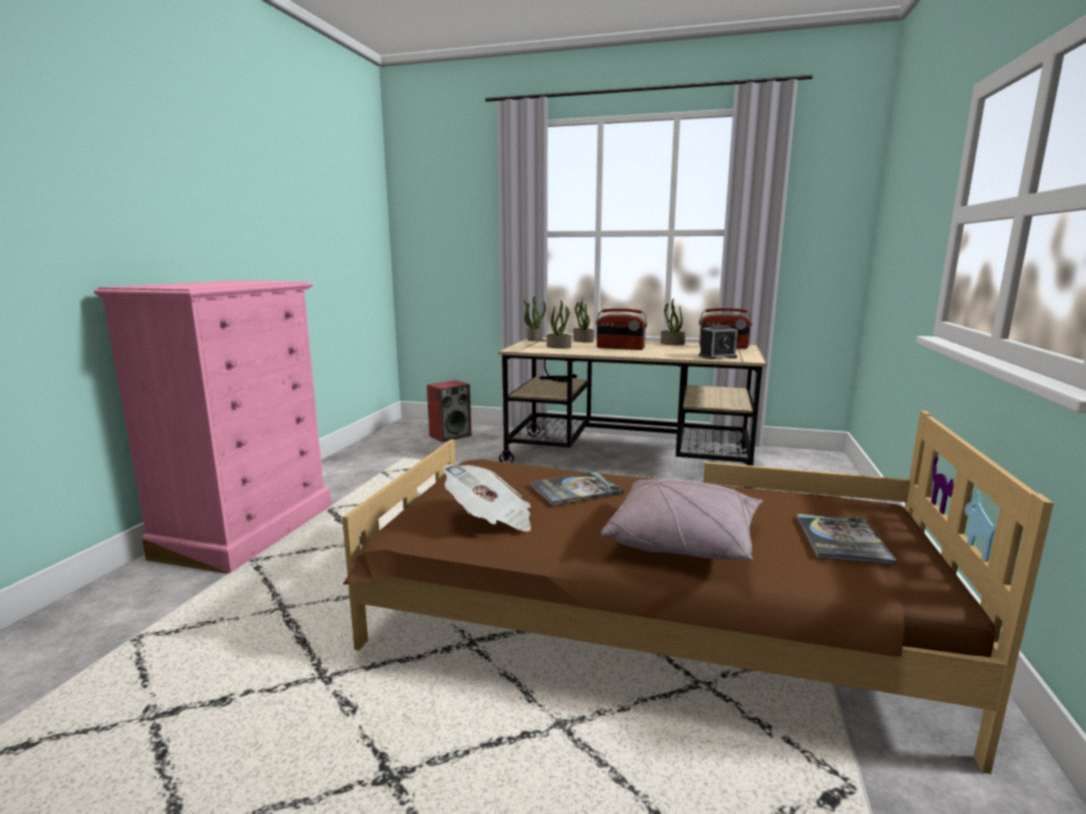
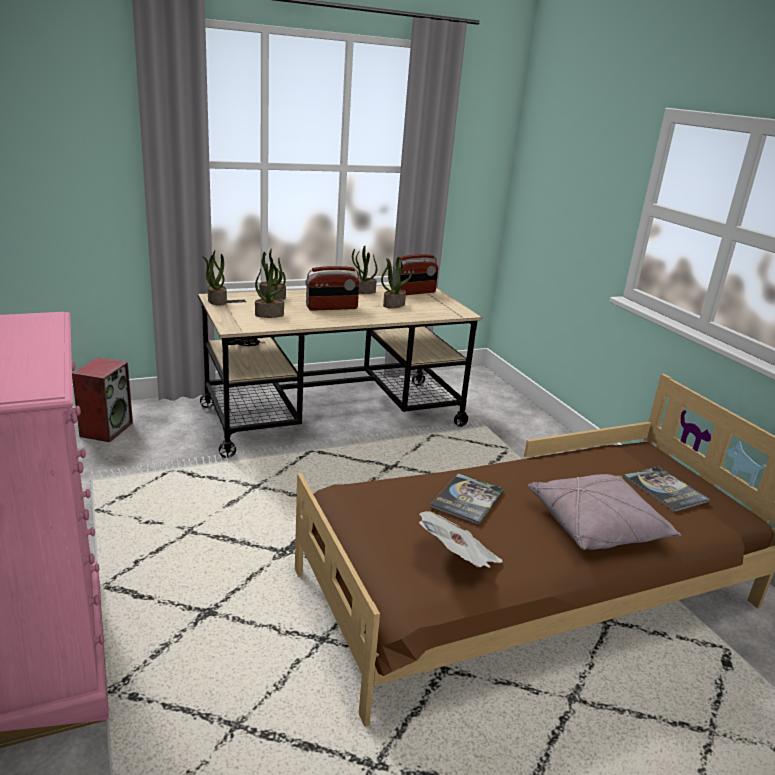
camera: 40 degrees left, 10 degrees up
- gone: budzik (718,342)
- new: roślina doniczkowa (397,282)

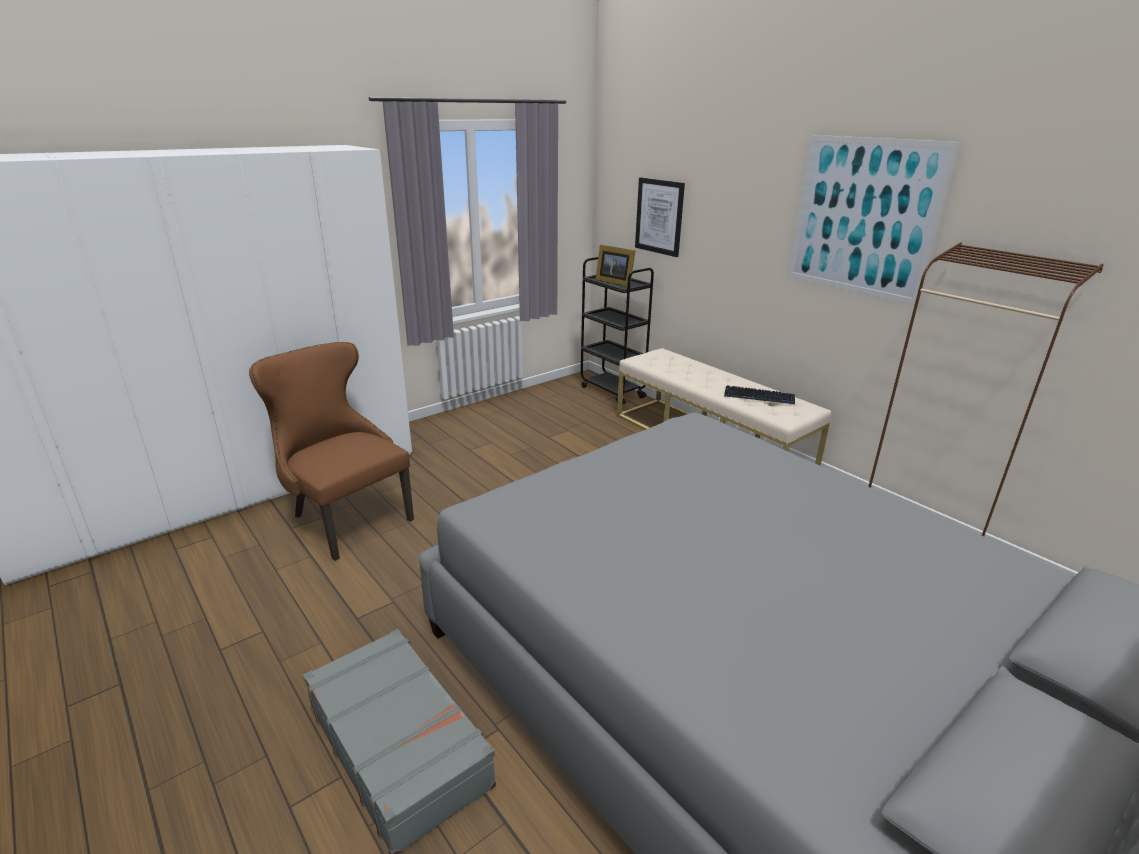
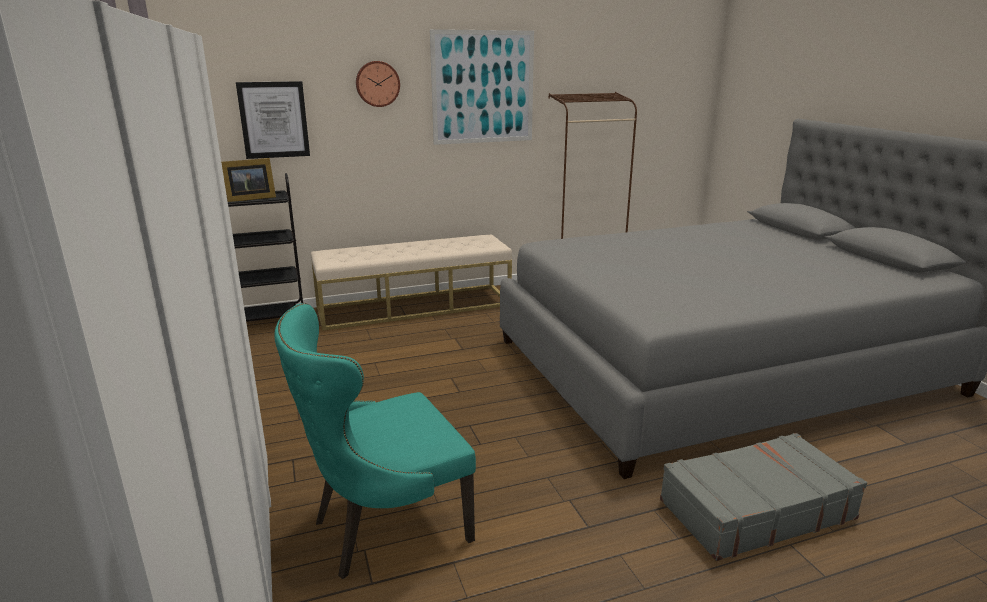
camera: 70 degrees left, 5 degrees down
- repainted: krzesło/brązowy (331,451) to krzesło/turkusowy (375,441)
- gone: klawiatura (759,394)
- new: zegar ścienny (378,84)

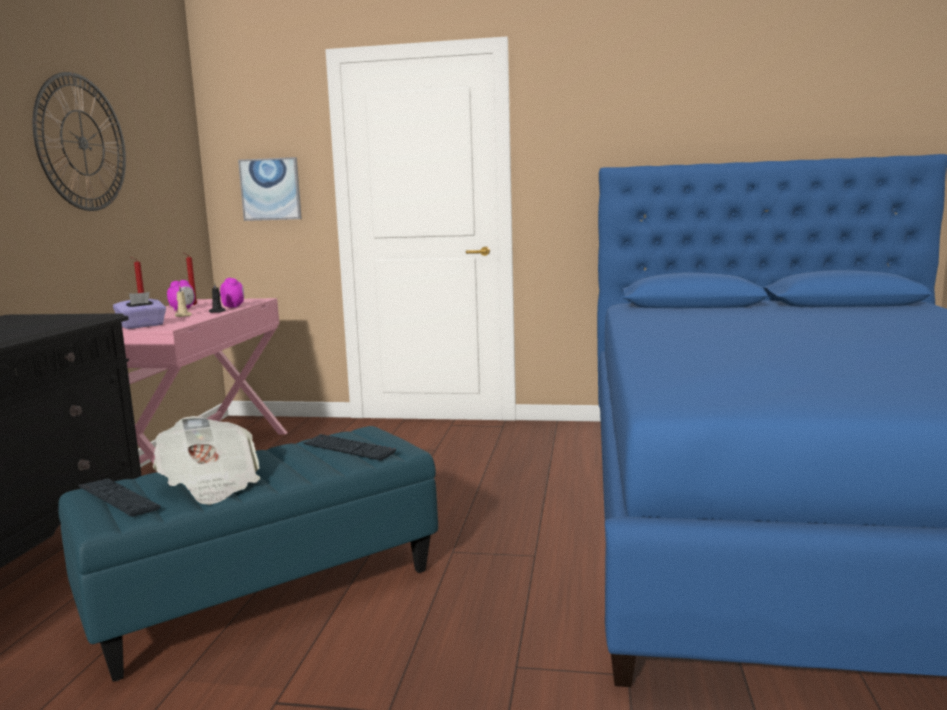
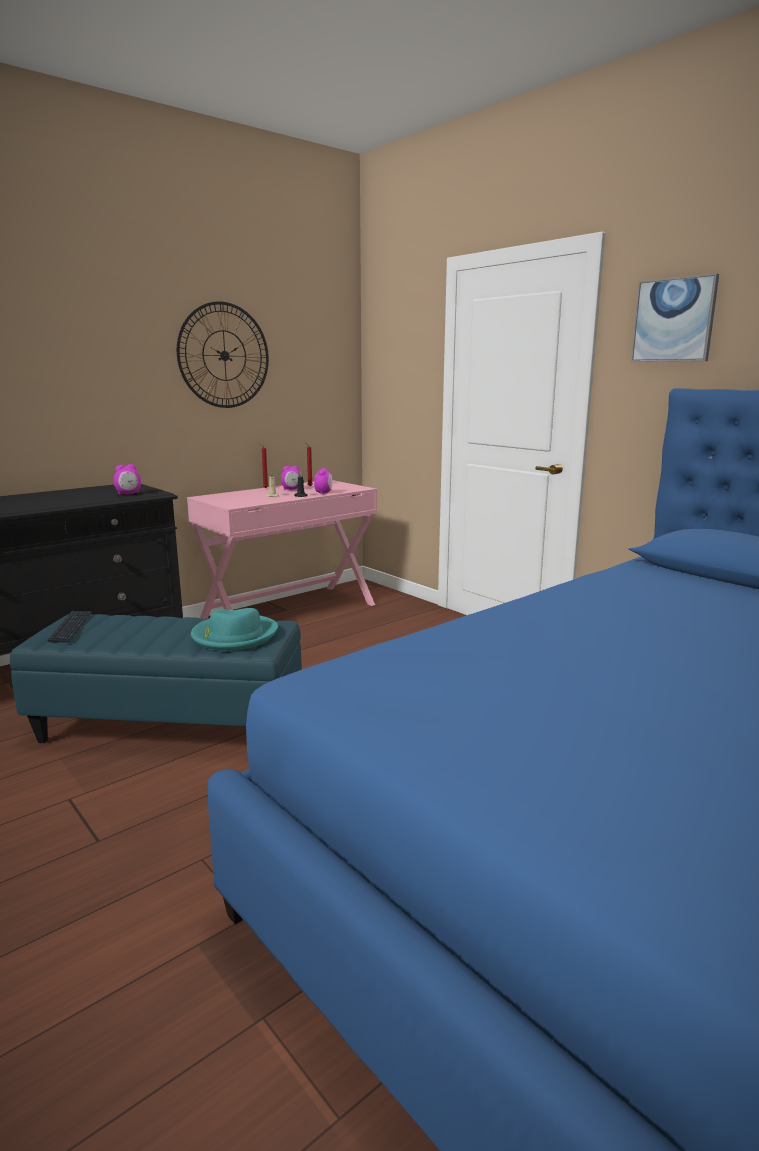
camera: 40 degrees right, 5 degrees up
- shifted: obraz (270,189) to (675,317)
- gone: pudełko chusteczek/fioletowy (139,310)
- gone: gazeta (206,460)
- swapped: klawiatura (349,447) to kapelusz/turkusowy (234,629)
- new: budzik (127,479)

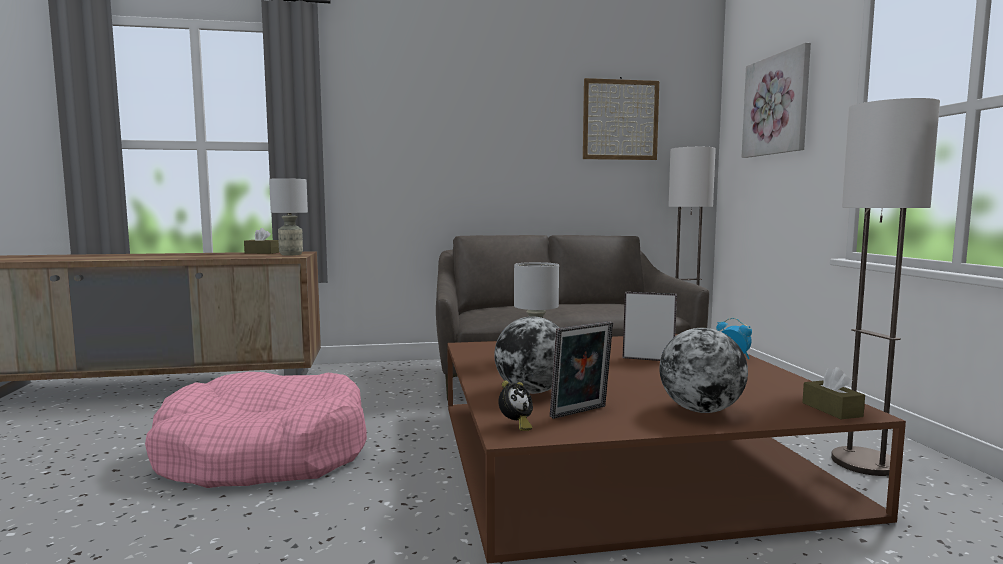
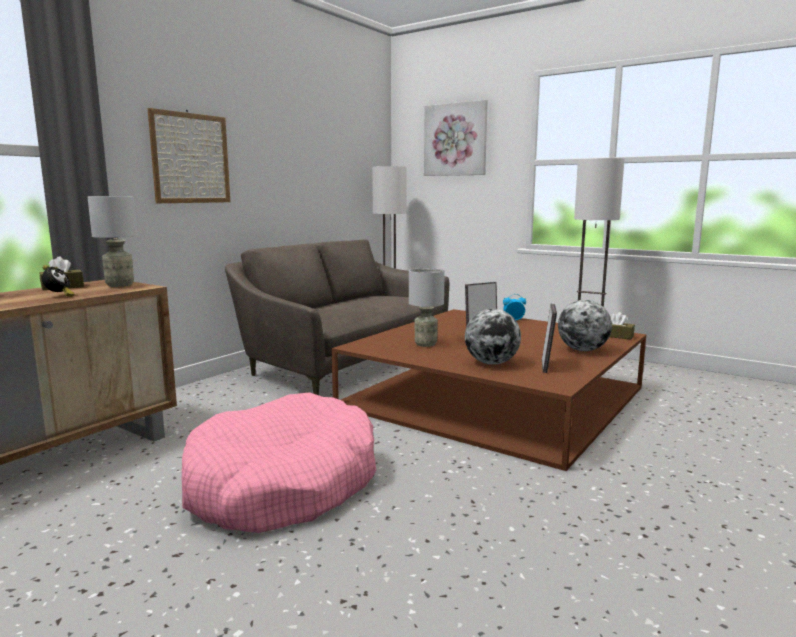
camera: 45 degrees left, 5 degrees up
- shifted: obraz (621,118) to (188,155)
- shifted: budzik (515,405) to (58,281)

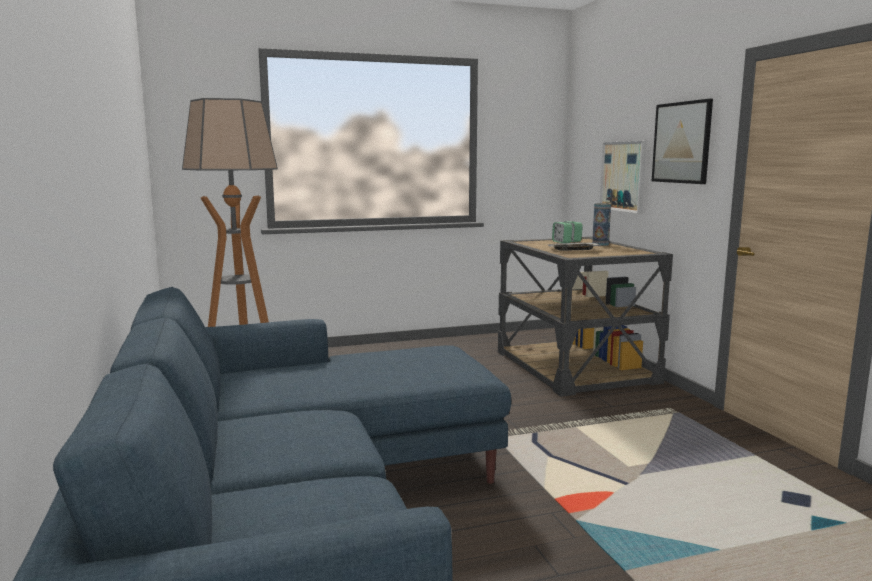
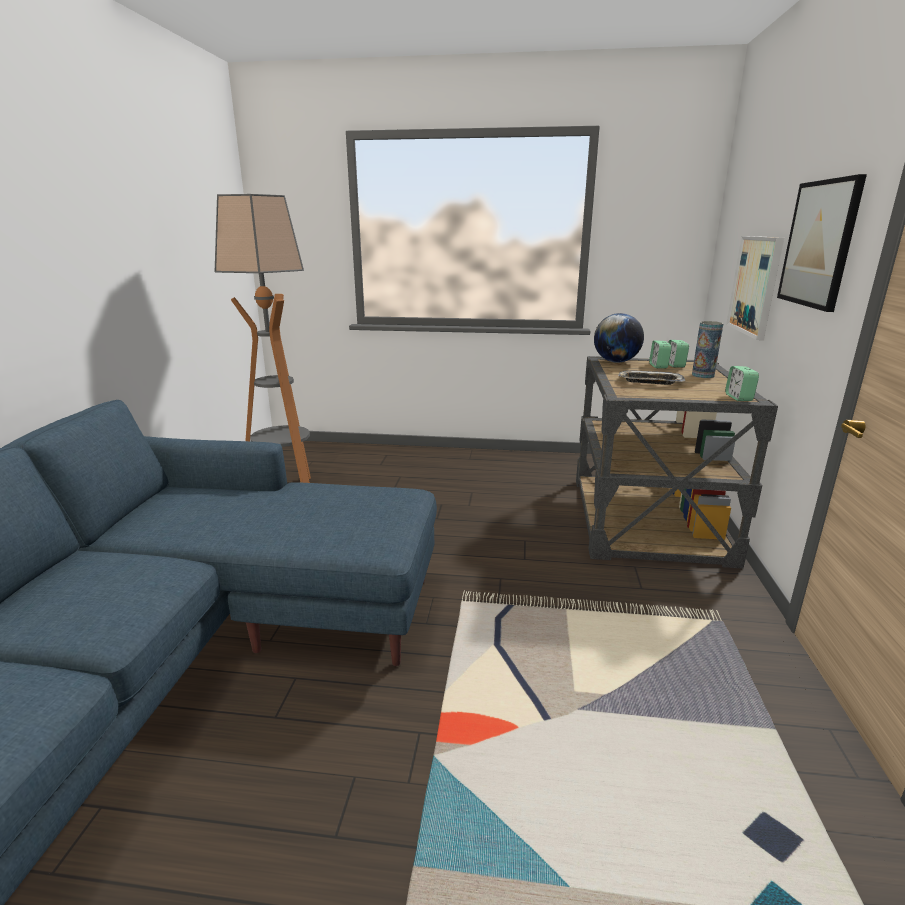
camera: 25 degrees right, 10 degrees up
- new: globus (619,338)
- new: budzik (742,383)

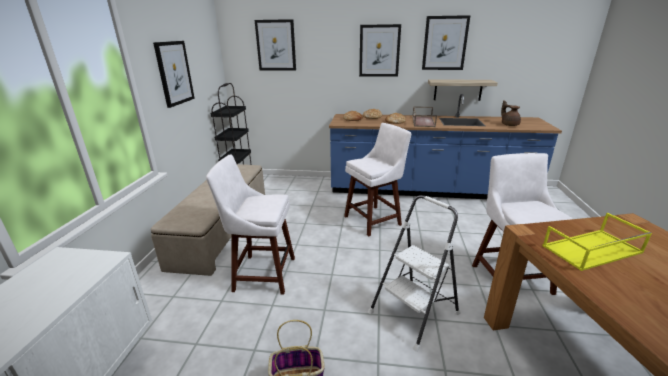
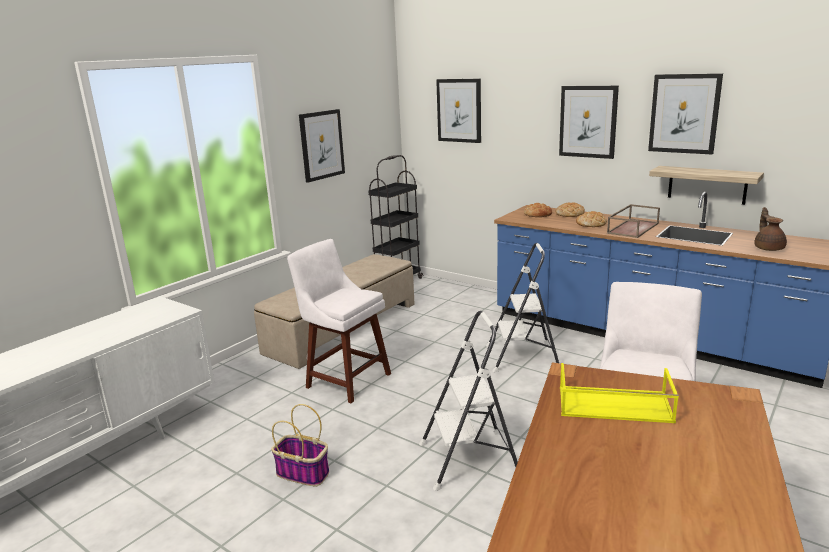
camera: 30 degrees right, 5 degrees down
- swapped: krzesło/biały (377,179) to drabinka/biały (522,307)

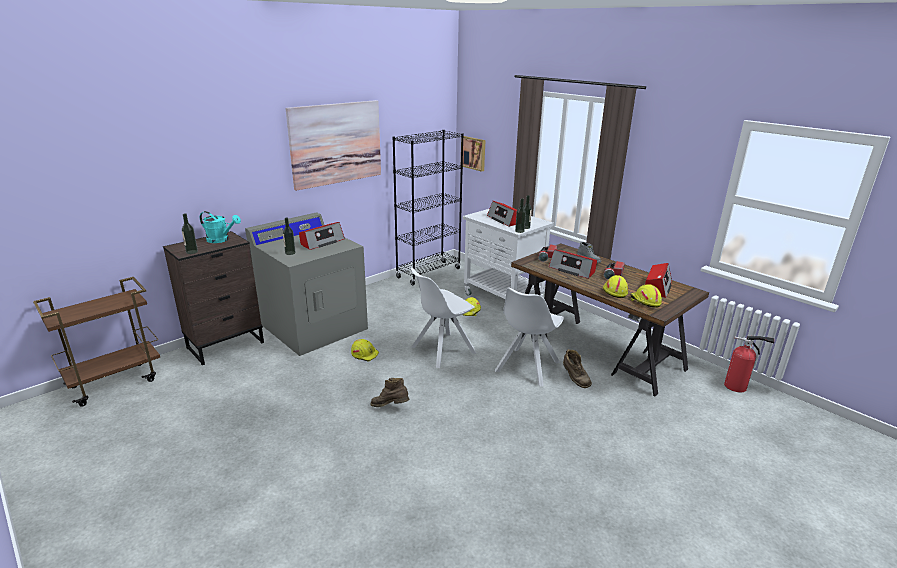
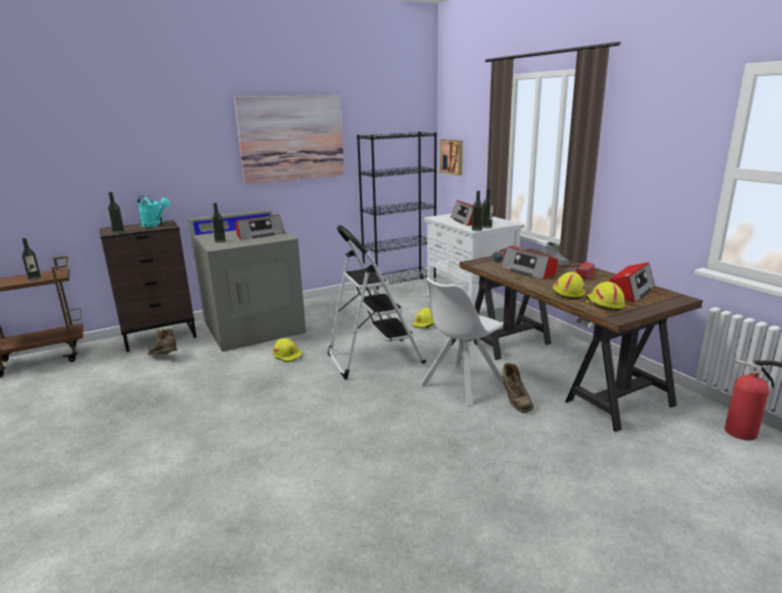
camera: 15 degrees right, 5 degrees down
- swapped: krzesło/biały (443,318) to drabinka (377,302)
- shifted: but z cholewką/brązowy (389,392) to (162,342)
- new: butelka (31,259)

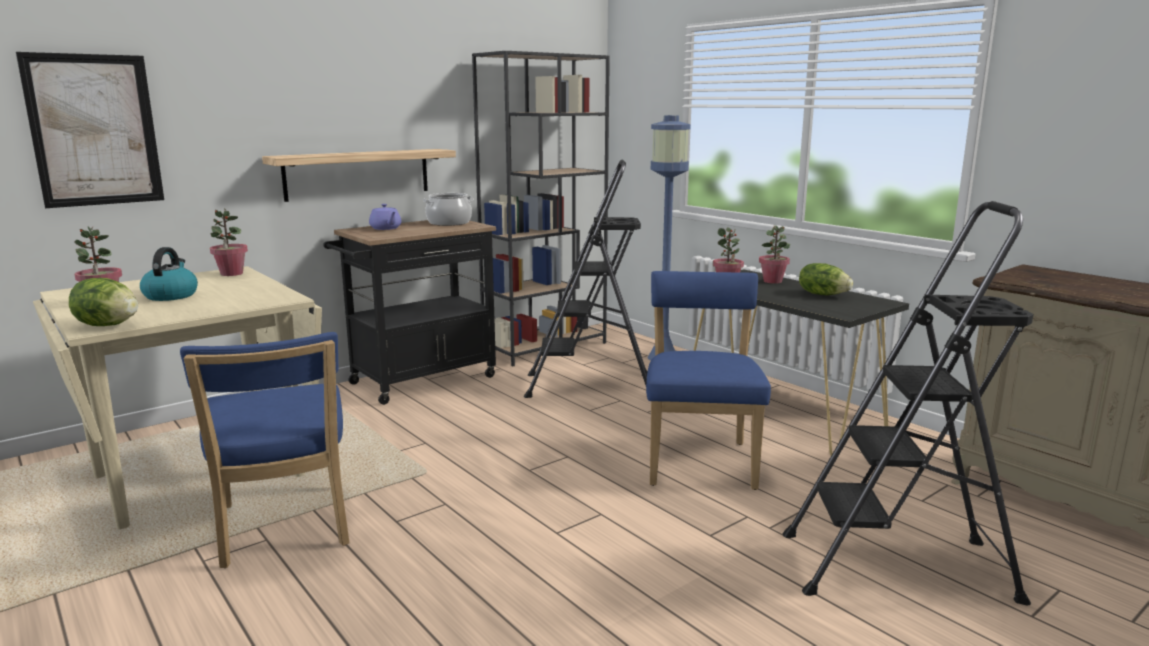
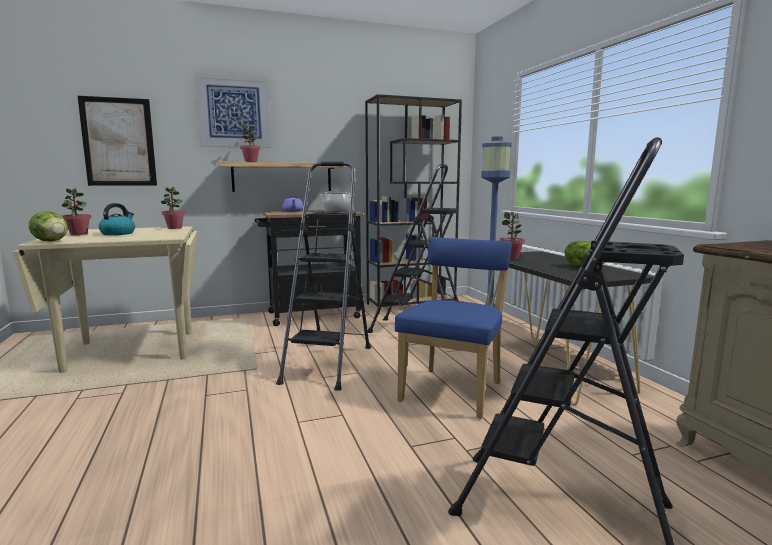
camera: 20 degrees right, 5 degrees down
- shifted: roślina doniczkowa (774,254) to (250,143)
- gone: krzesło/niebieski (265,450)
- new: obraz (233,110)
- new: drabinka (323,276)

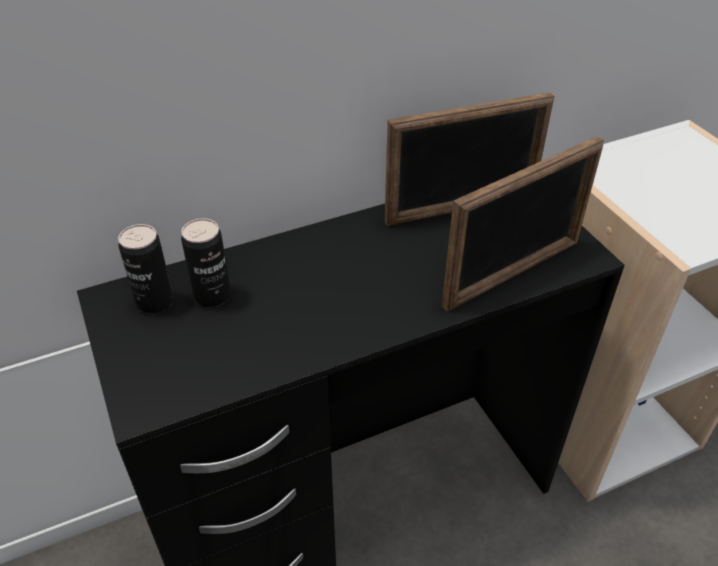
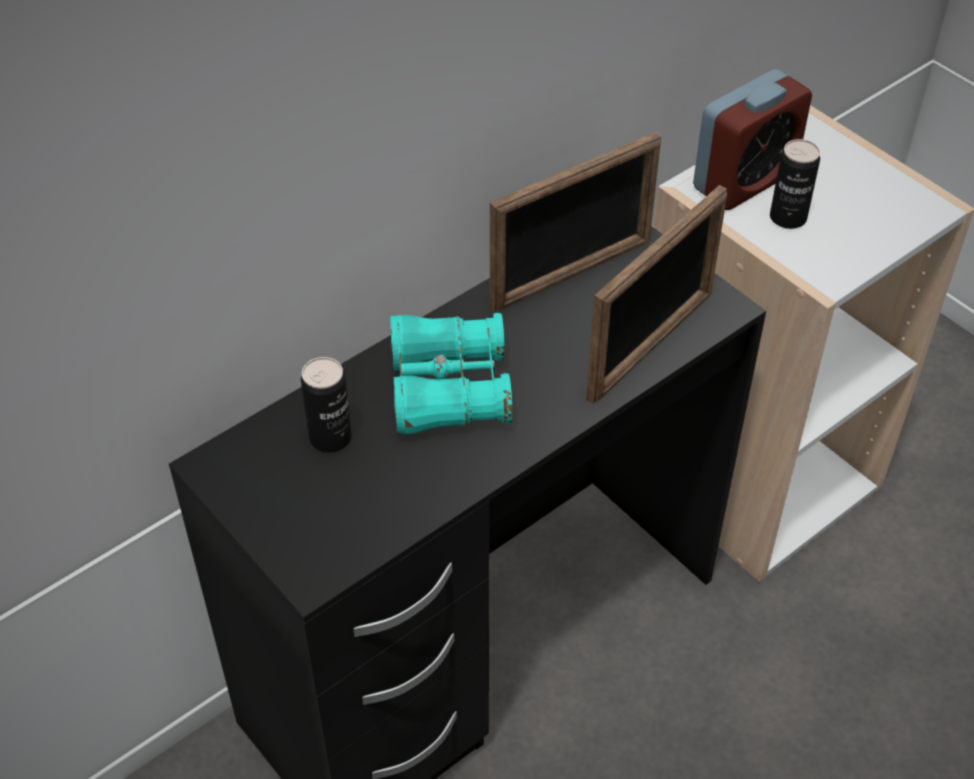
camera: 15 degrees left, 5 degrees up
- shifted: puszka (146,269) to (795,184)
- new: budzik (752,139)
- new: lornetka/turkusowy (451,374)

